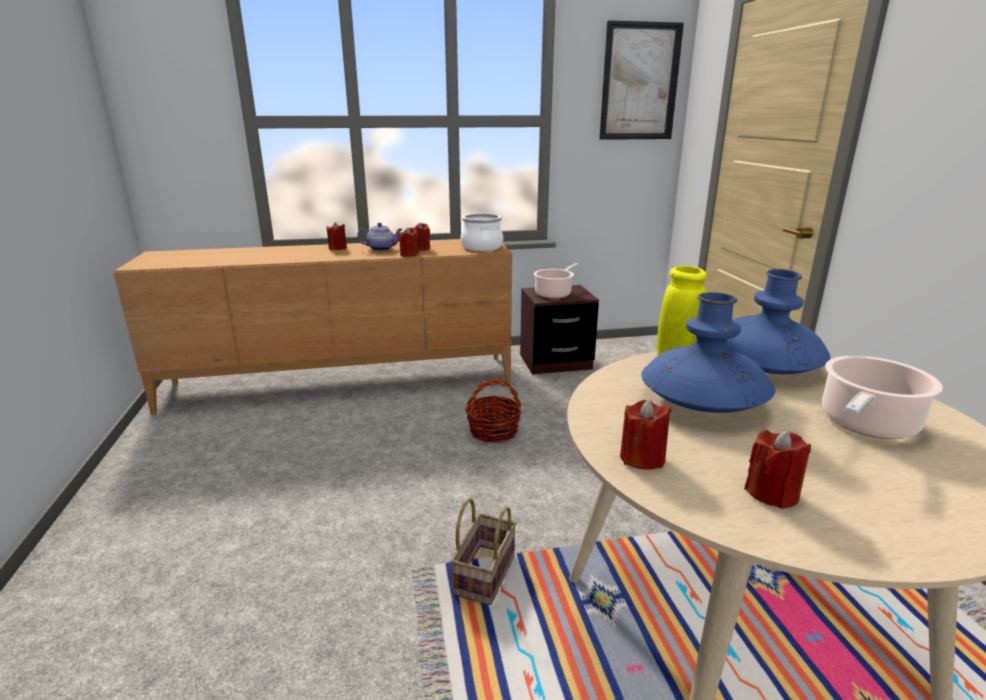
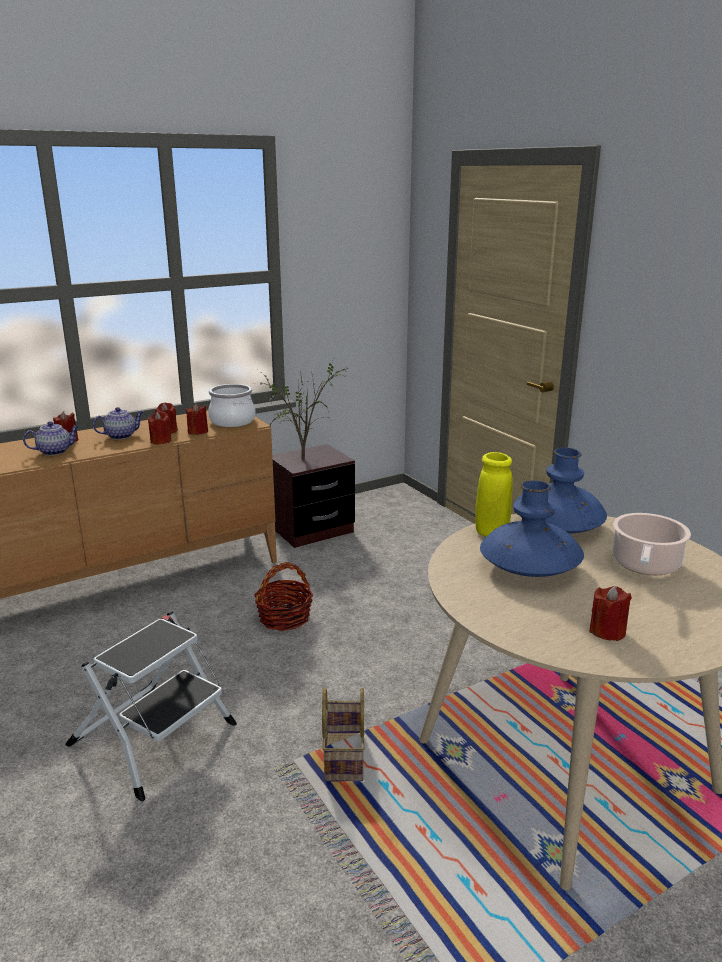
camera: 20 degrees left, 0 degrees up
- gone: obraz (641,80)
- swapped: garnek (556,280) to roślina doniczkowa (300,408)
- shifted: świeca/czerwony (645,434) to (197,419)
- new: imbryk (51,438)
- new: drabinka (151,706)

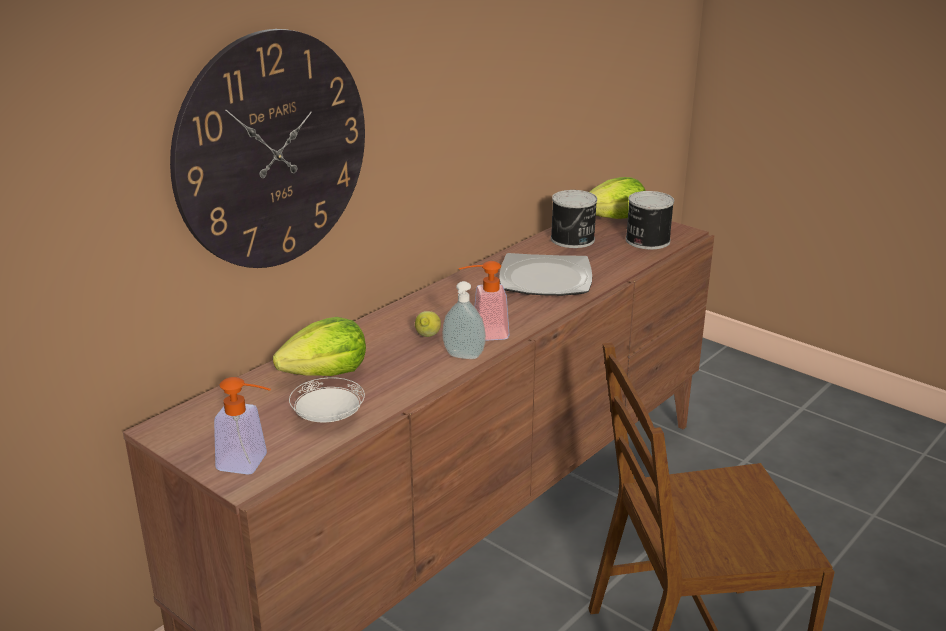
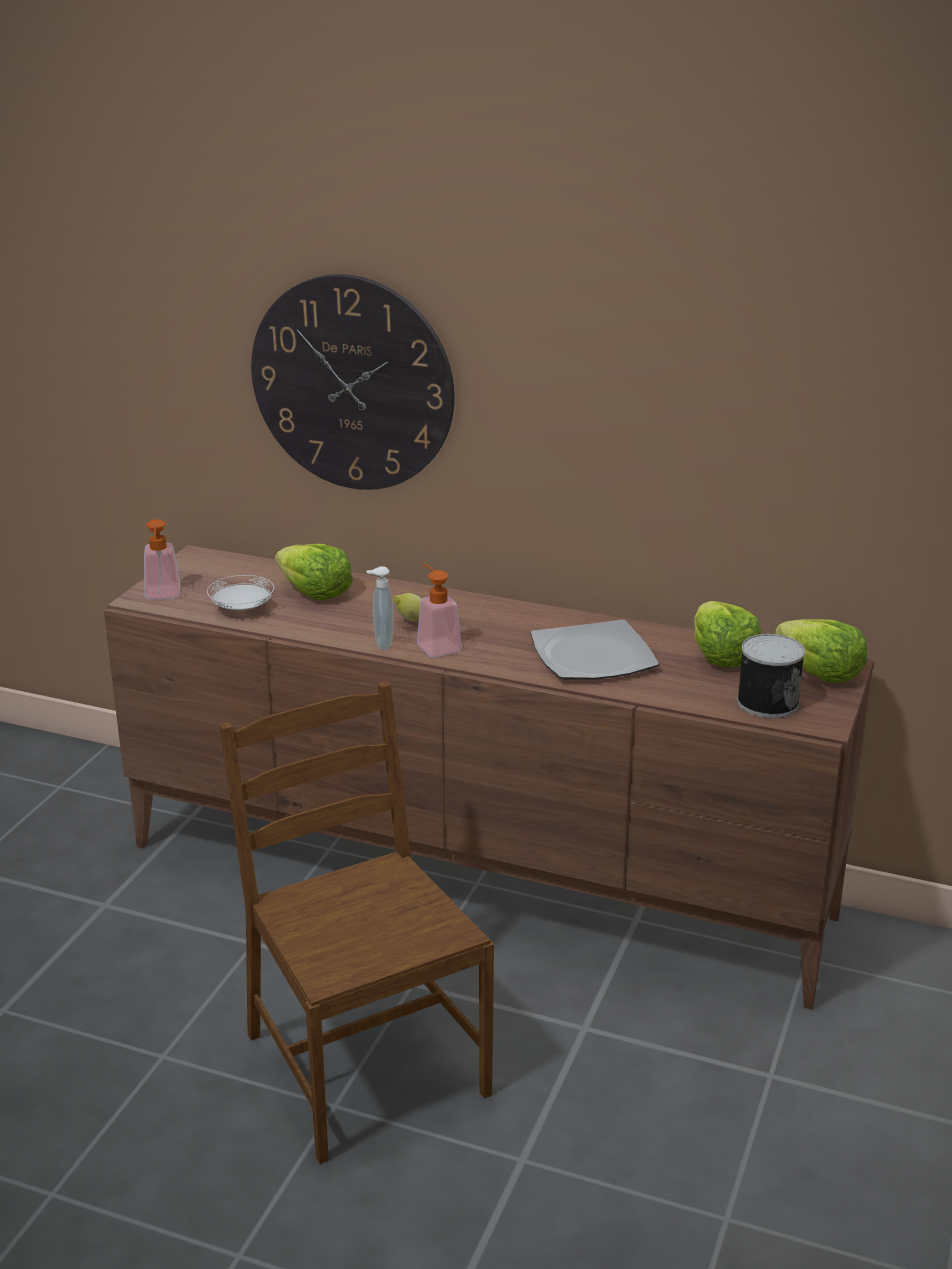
camera: 70 degrees right, 0 degrees up
- swapped: puszka (574,219) to sałata (727,634)

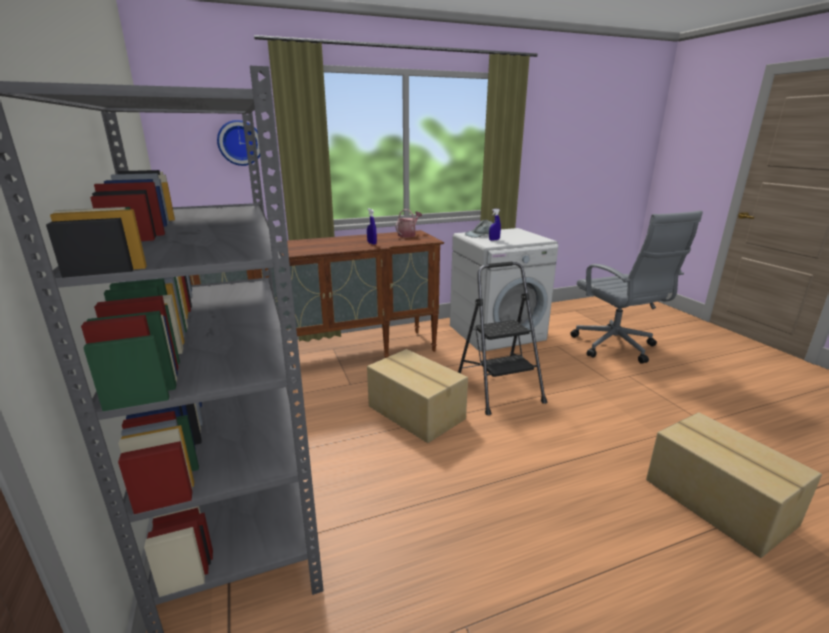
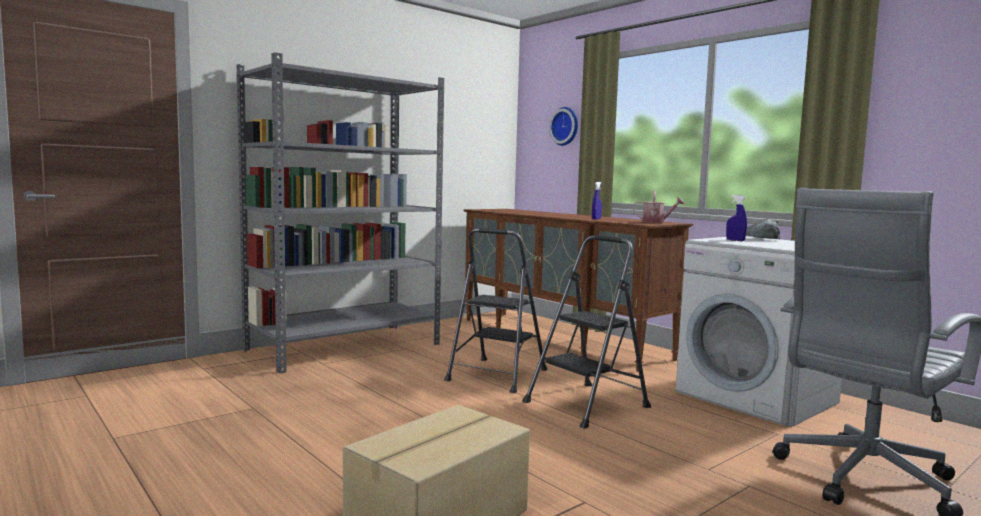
camera: 70 degrees right, 15 degrees down
- swapped: karton (417,396) to drabinka/czarny (496,310)

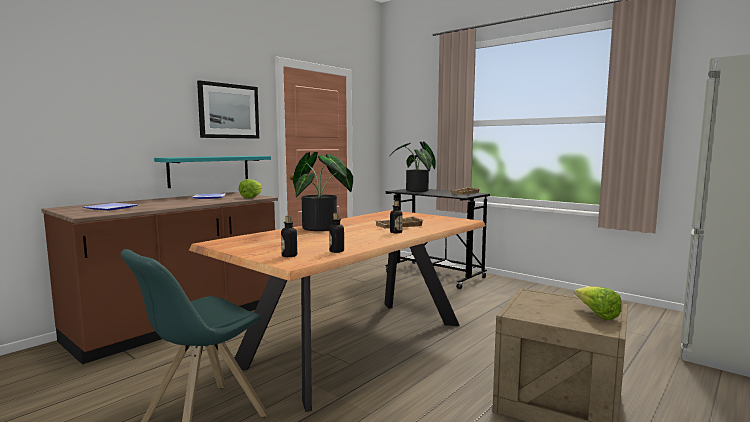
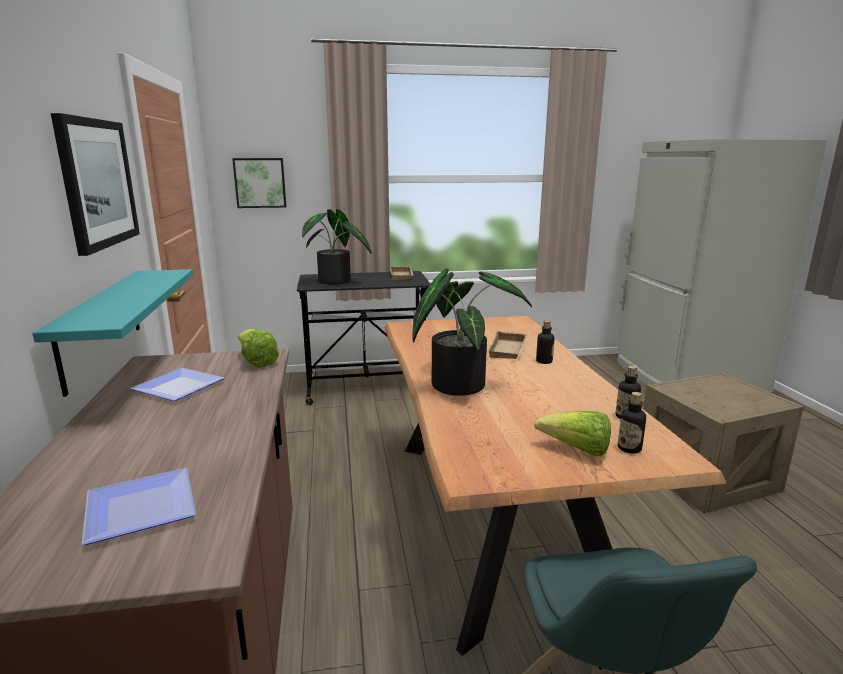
camera: 50 degrees left, 10 degrees up
- shifted: sałata (598,303) to (572,433)
- new: obraz (259,183)

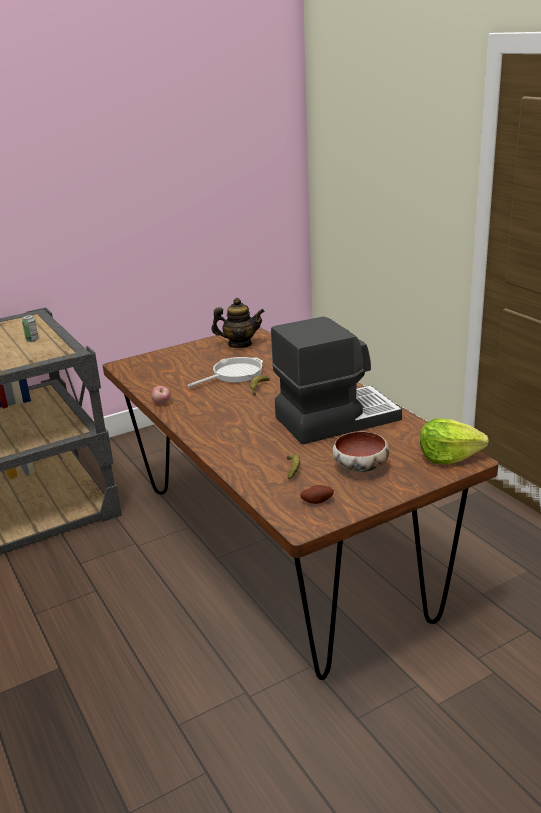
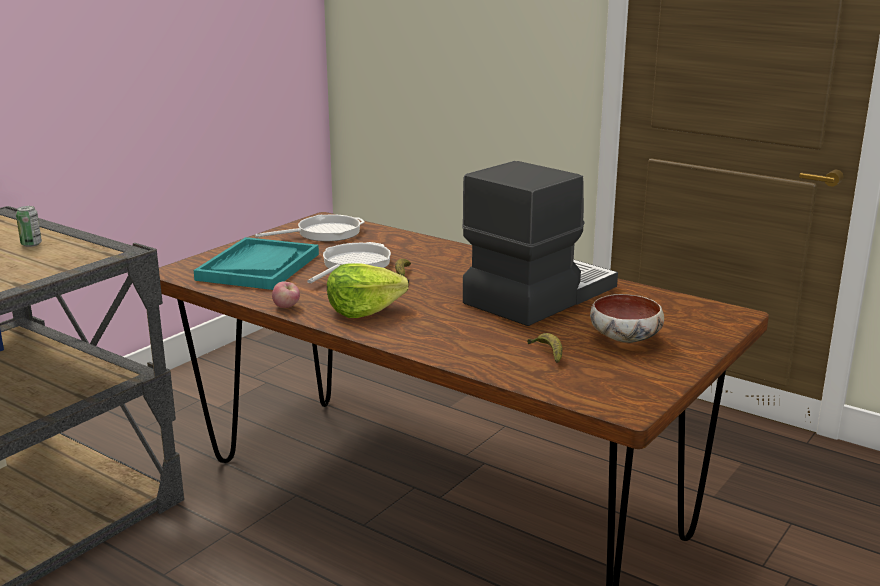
camera: 25 degrees left, 5 degrees down
- swapped: imbryk (238,323) to patelnia (310,227)
- shifted: sałata (454,441) to (368,290)
- gone: ziemniak (317,494)
- new: taca/turkusowy (256,263)

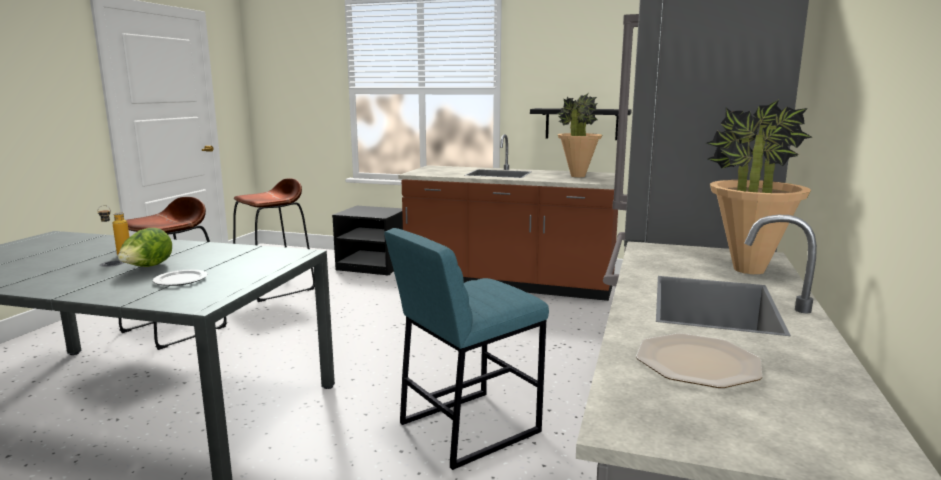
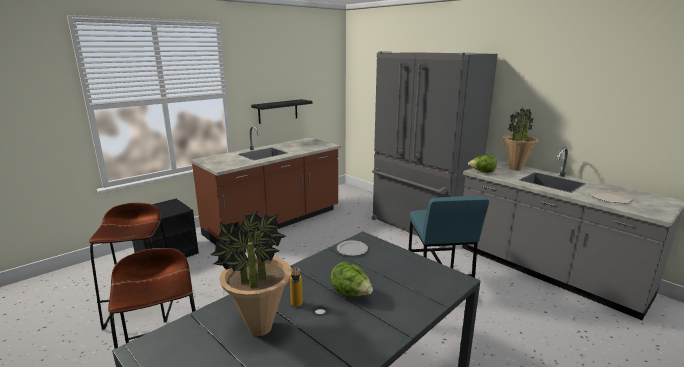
camera: 60 degrees left, 5 degrees up
- shifted: roślina doniczkowa (579,135) to (251,273)
- shifted: talerz (180,277) to (352,248)
- new: sałata (482,164)

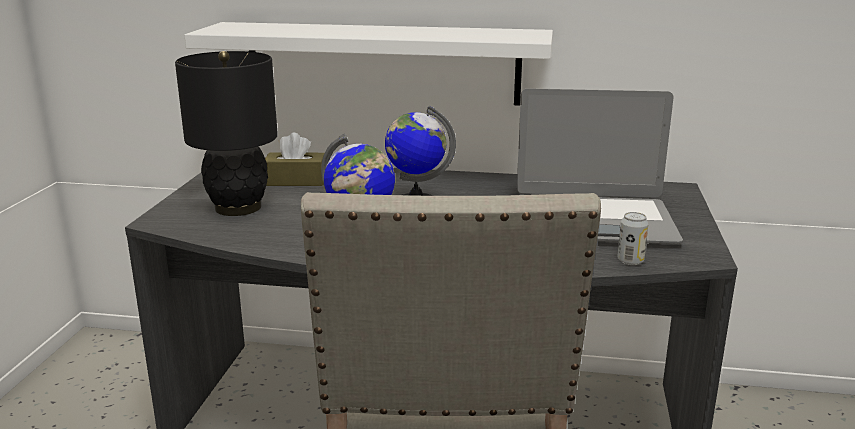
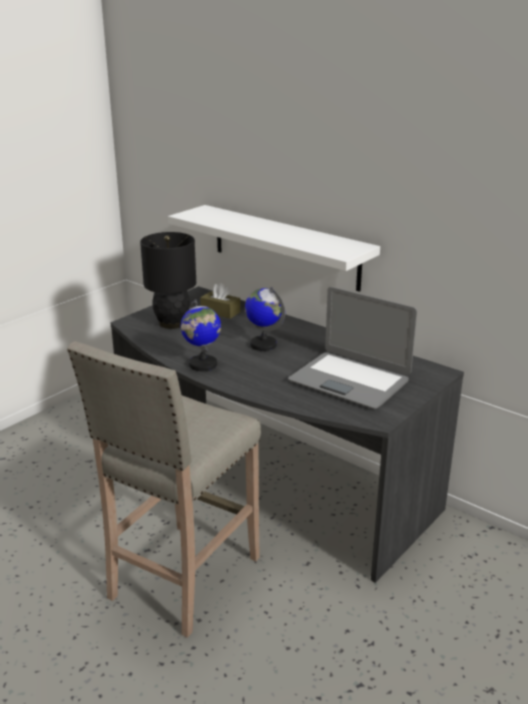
camera: 30 degrees right, 5 degrees up
- gone: puszka (632,238)

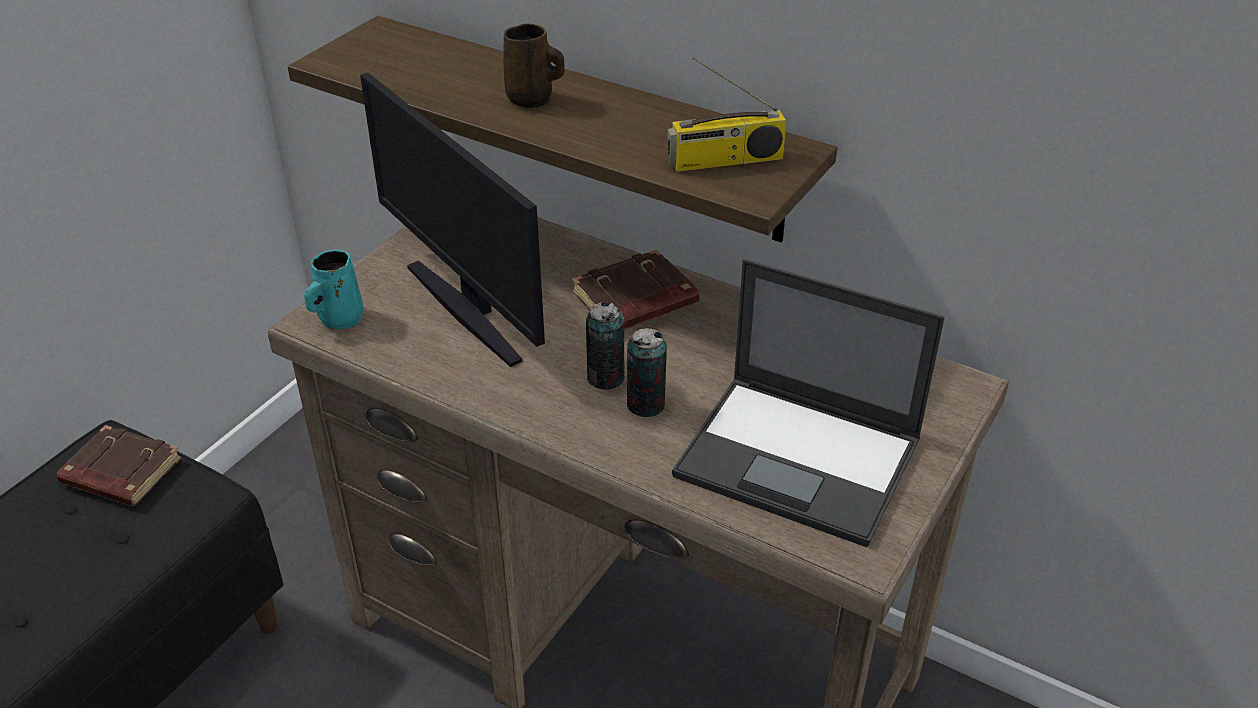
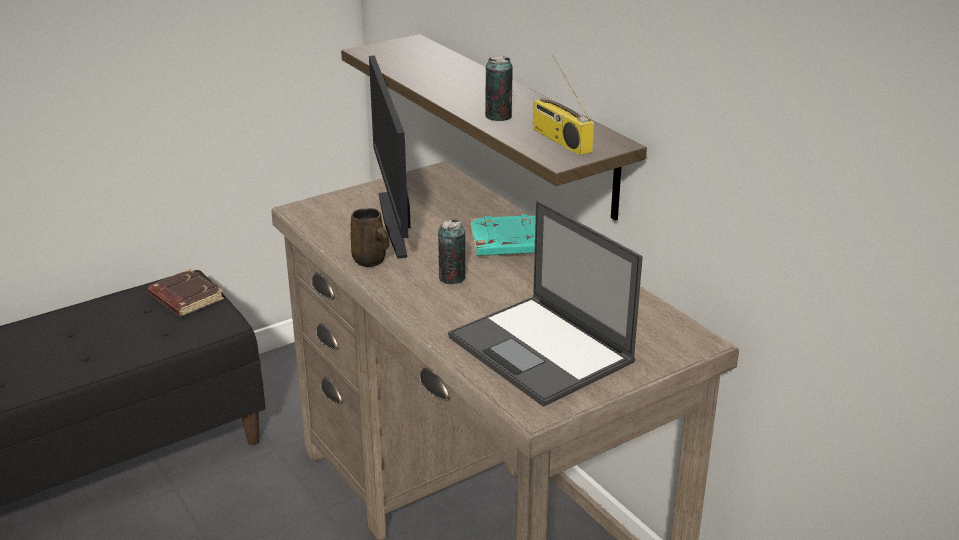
camera: 25 degrees right, 10 degrees down
- shifted: kubek/brązowy (534,65) to (370,237)
- rotated: radio (727,114) = (563,105) 45 degrees clockwise
- repainted: książka/brązowy (636,289) to książka/turkusowy (503,235)
- gone: kubek/turkusowy (333,289)
- shifted: puszka (647,372) to (499,88)

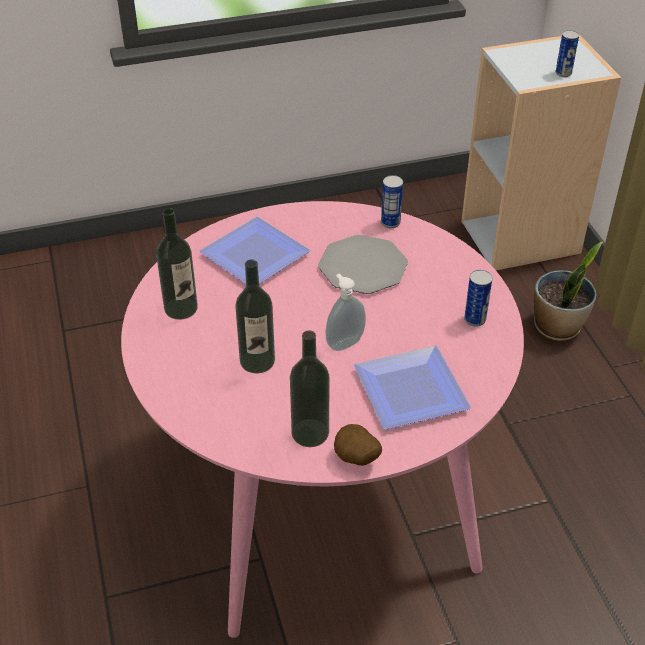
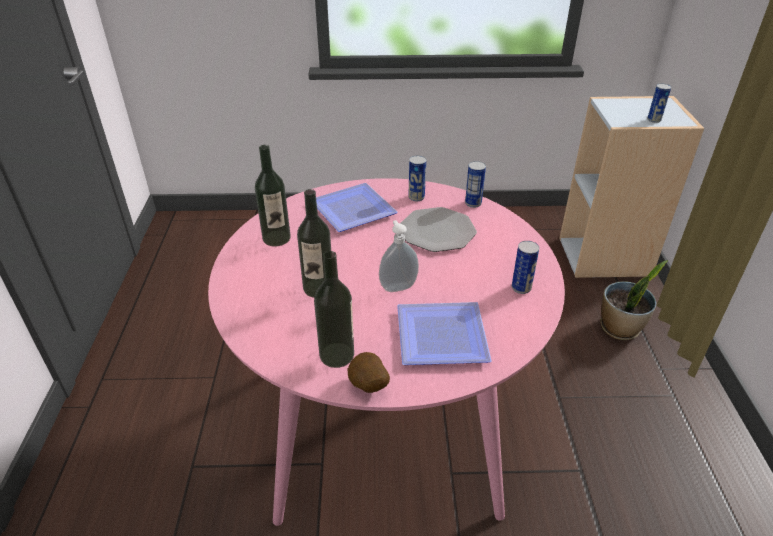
camera: 15 degrees right, 5 degrees down
- new: puszka (417,178)

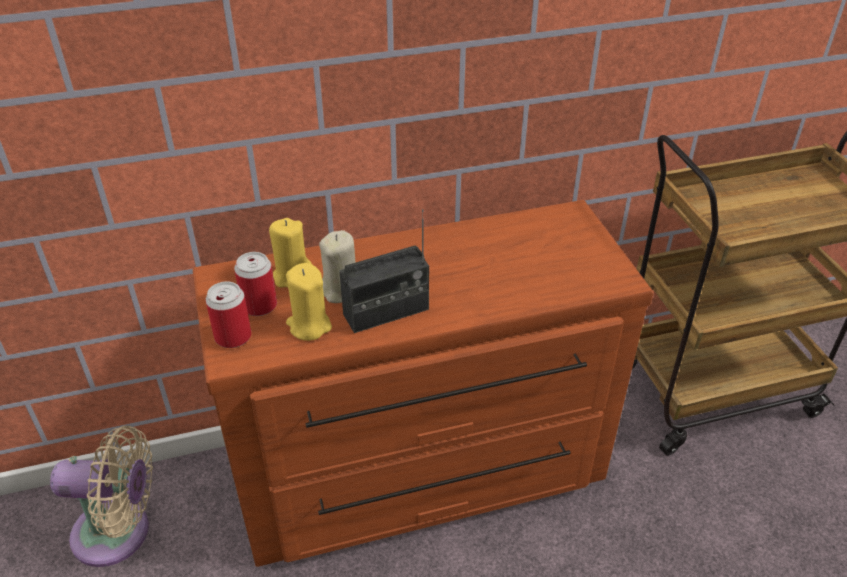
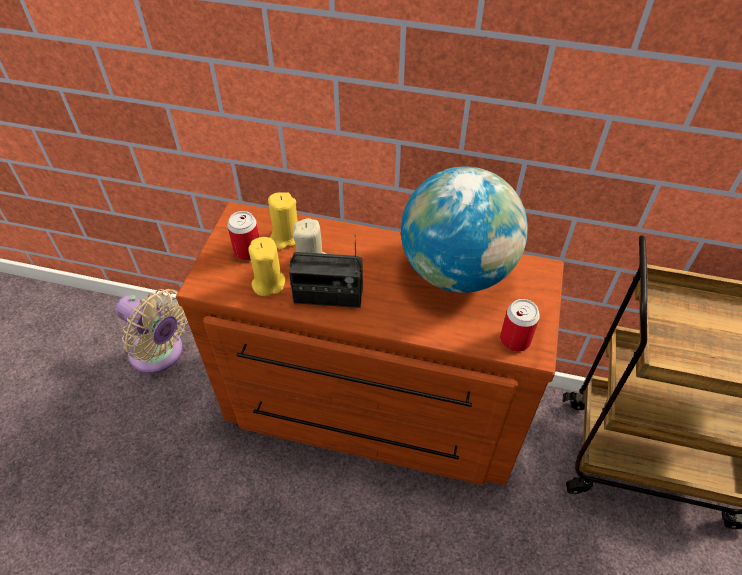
camera: 30 degrees right, 10 degrees up
- shifted: puszka (228,314) to (520,325)
- new: globus (464,229)

